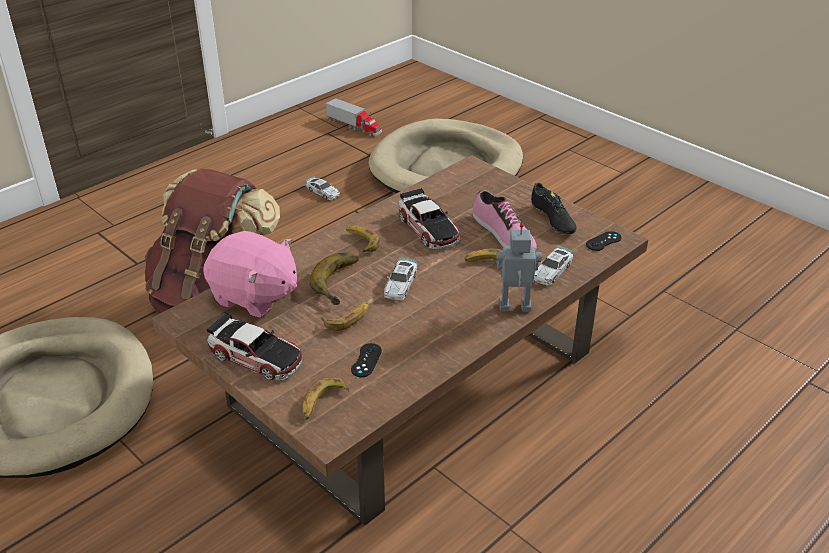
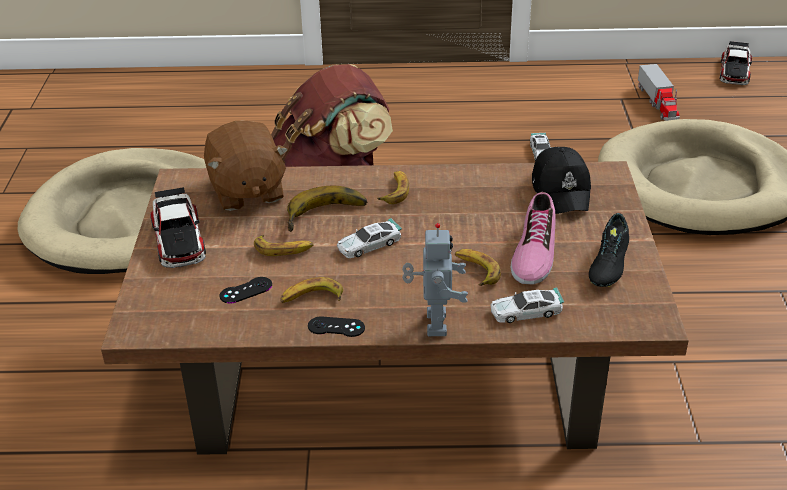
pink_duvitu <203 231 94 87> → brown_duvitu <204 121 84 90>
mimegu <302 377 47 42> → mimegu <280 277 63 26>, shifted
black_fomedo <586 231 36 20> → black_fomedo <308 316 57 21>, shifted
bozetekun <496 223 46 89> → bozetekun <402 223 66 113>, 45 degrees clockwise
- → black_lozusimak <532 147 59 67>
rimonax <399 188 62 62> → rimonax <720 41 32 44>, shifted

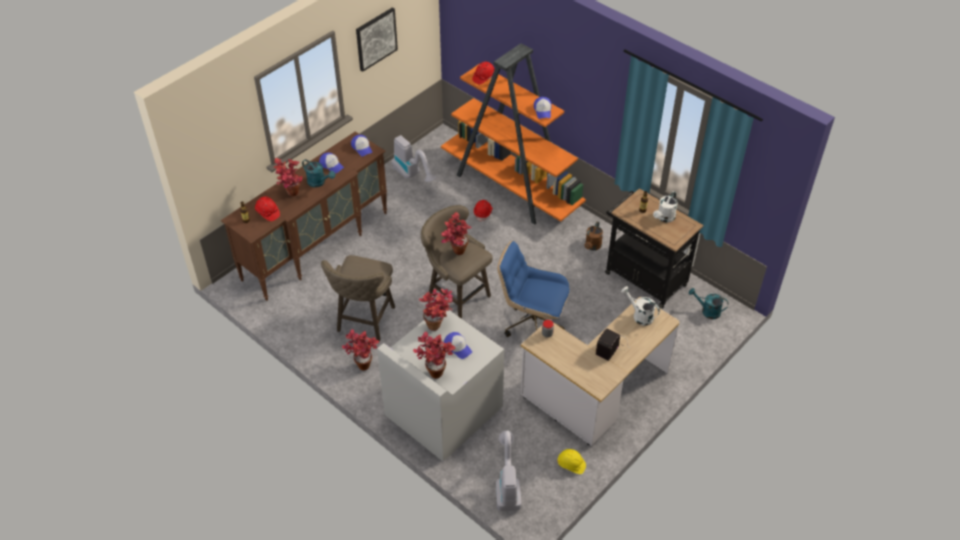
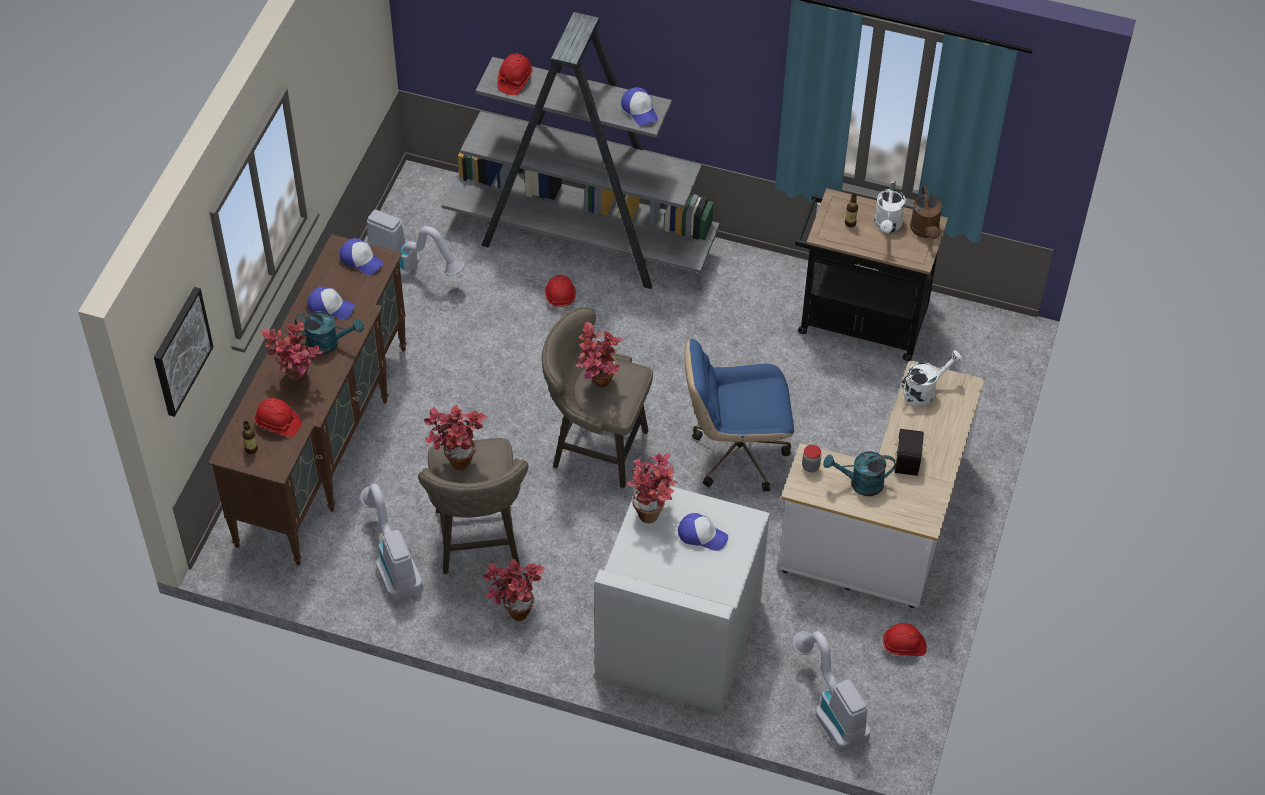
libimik <356 8 42 64> → libimik <154 287 59 130>, shifted
- → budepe <360 483 63 118>
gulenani <413 332 43 47> → gulenani <424 405 63 66>, shifted
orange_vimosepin <441 43 145 181> → grey_vimosepin <442 12 278 277>
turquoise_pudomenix <689 288 40 31> → turquoise_pudomenix <823 451 73 45>, shifted
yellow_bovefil <557 449 29 25> → red_bovefil <881 623 46 33>
white_pudomenix <621 286 39 40> → white_pudomenix <901 350 62 56>, 135 degrees clockwise
brown_pudomenix <585 222 18 28> → brown_pudomenix <910 186 32 53>, shifted

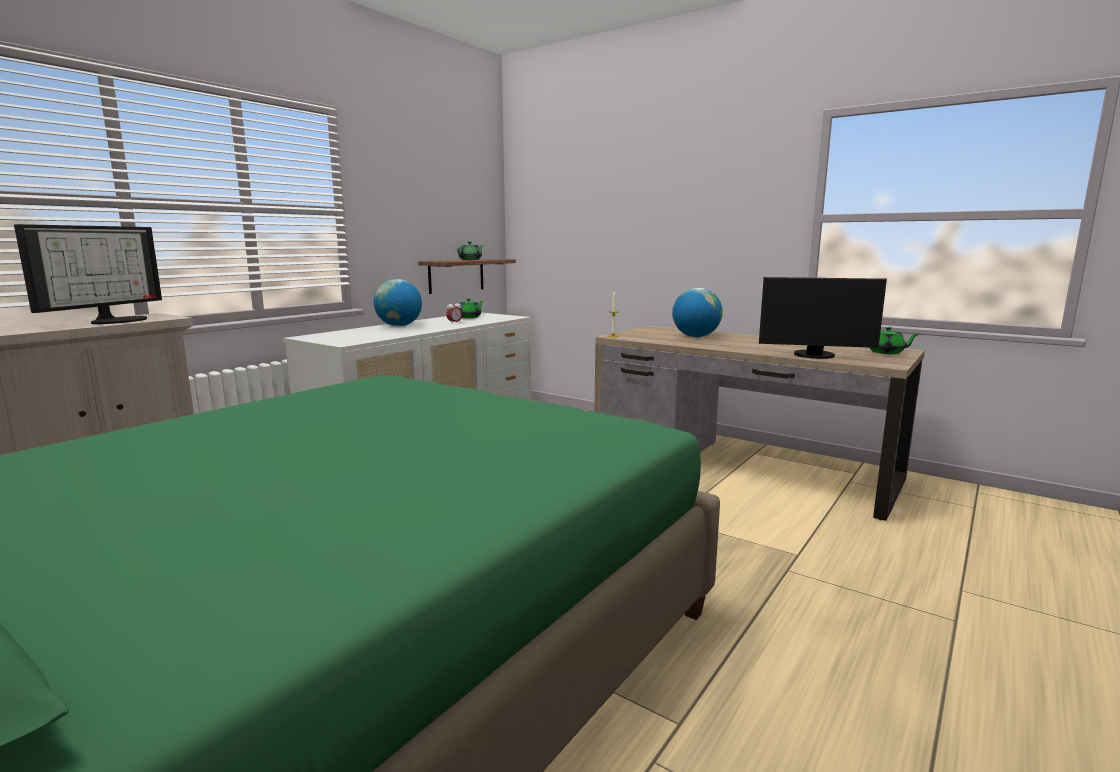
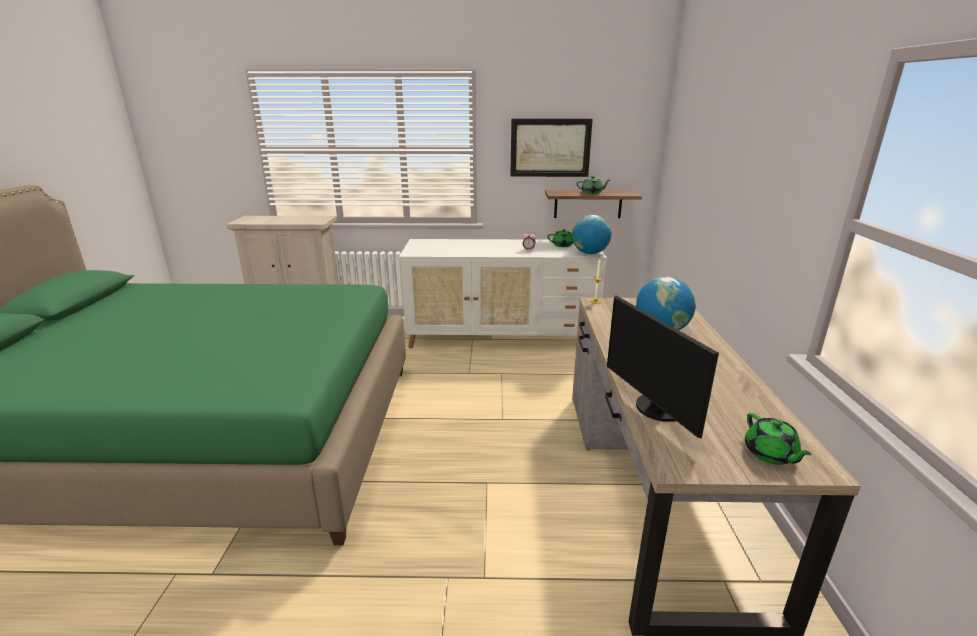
- → libimik <510 119 83 58>
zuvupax <374 279 48 47> → zuvupax <572 215 39 39>, shifted
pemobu <14 224 148 100> → -

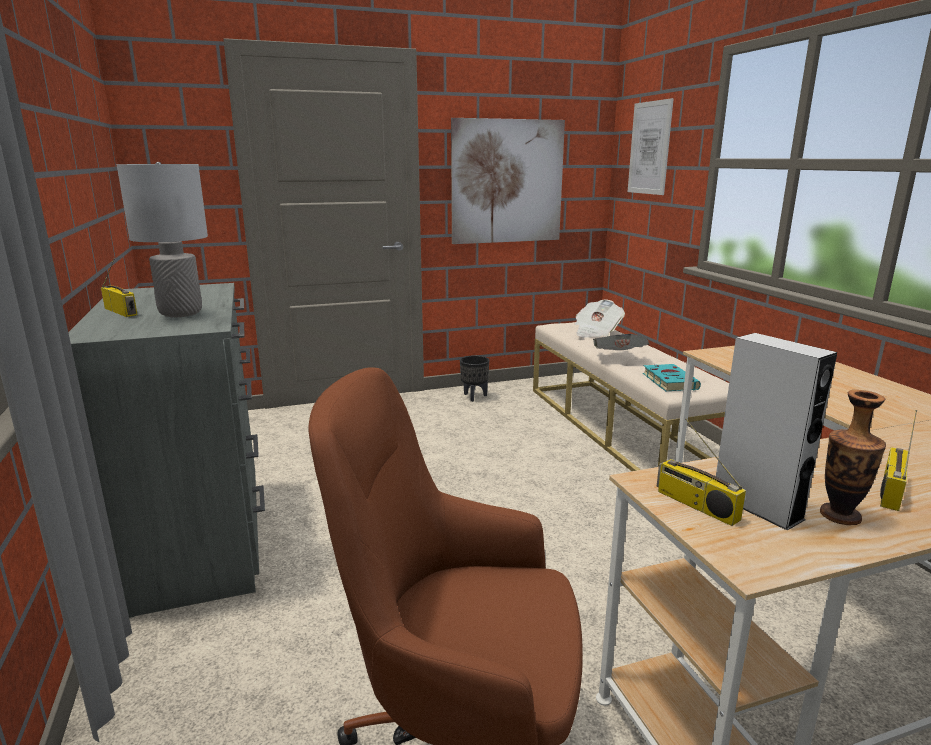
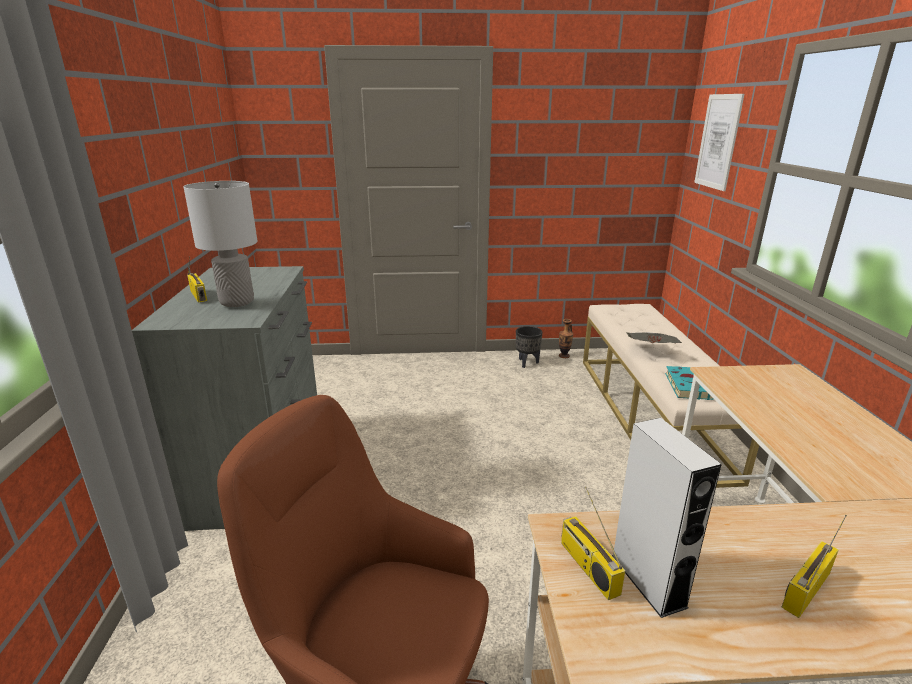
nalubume <820 390 66 135> → nalubume <559 319 14 39>, shifted
libimik <451 118 114 126> → -
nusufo <575 299 50 39> → -

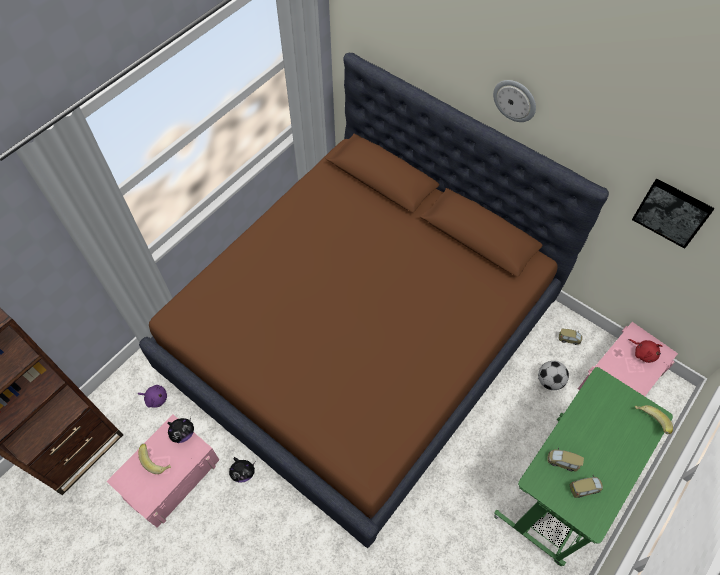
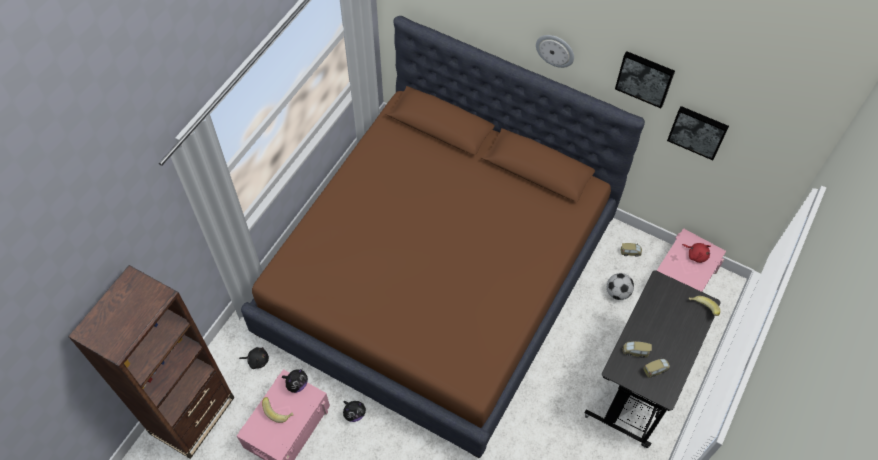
purple_duvitu <138 385 29 23> → black_duvitu <239 347 30 22>
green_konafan <494 367 179 199> → black_konafan <585 270 135 178>
- → libimik <615 51 60 57>

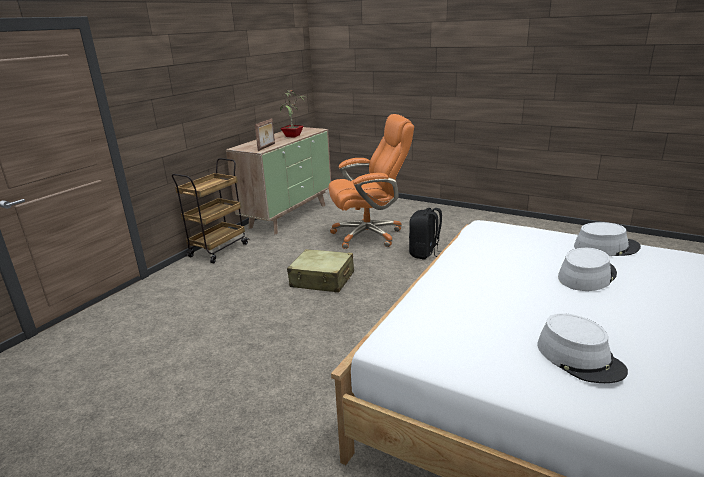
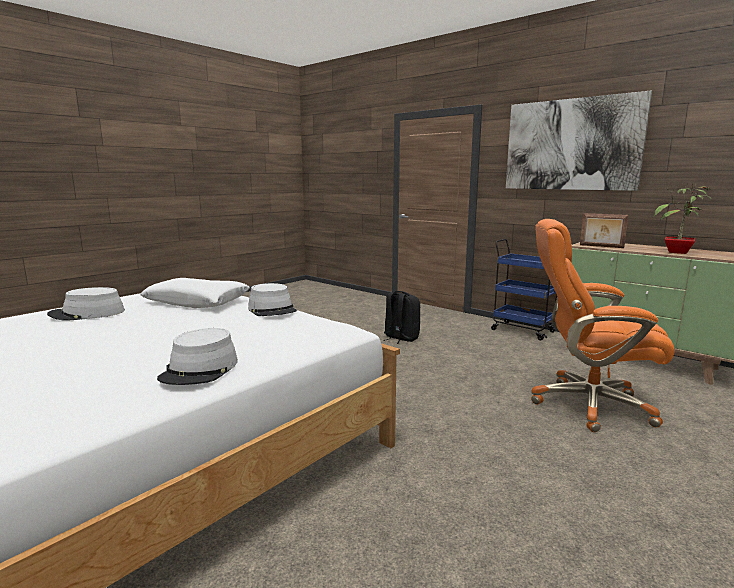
- → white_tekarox <140 278 110 30>
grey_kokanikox <558 248 59 43> → grey_kokanikox <248 283 49 33>, shifted
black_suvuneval <409 208 33 52> → black_suvuneval <383 291 38 53>, shifted
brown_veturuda <172 158 78 105> → blue_veturuda <491 239 66 102>
- → libimik <506 91 146 100>
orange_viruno <329 114 85 135> → orange_viruno <531 219 144 213>, 105 degrees clockwise
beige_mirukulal <287 249 67 44> → -

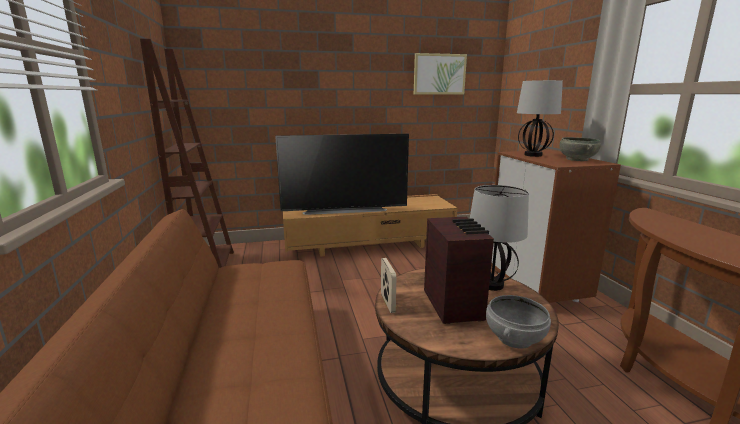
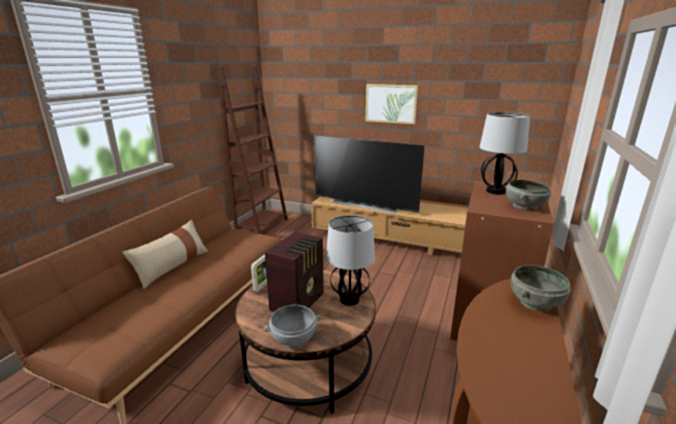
- → beige_tekarox <122 220 86 69>
libimik <414 53 53 42> → libimik <365 84 53 40>, shifted
- → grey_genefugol <511 265 60 47>

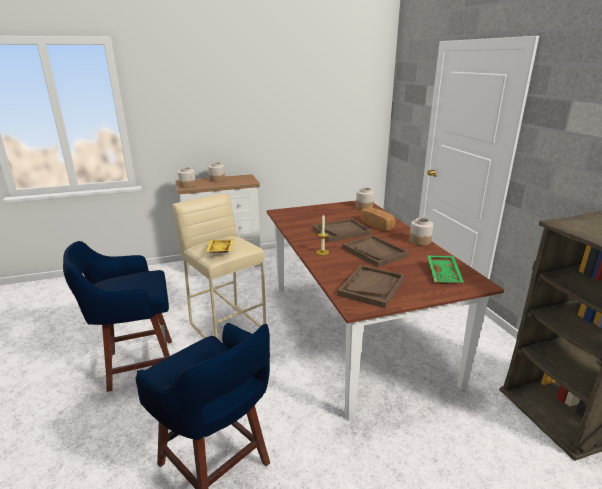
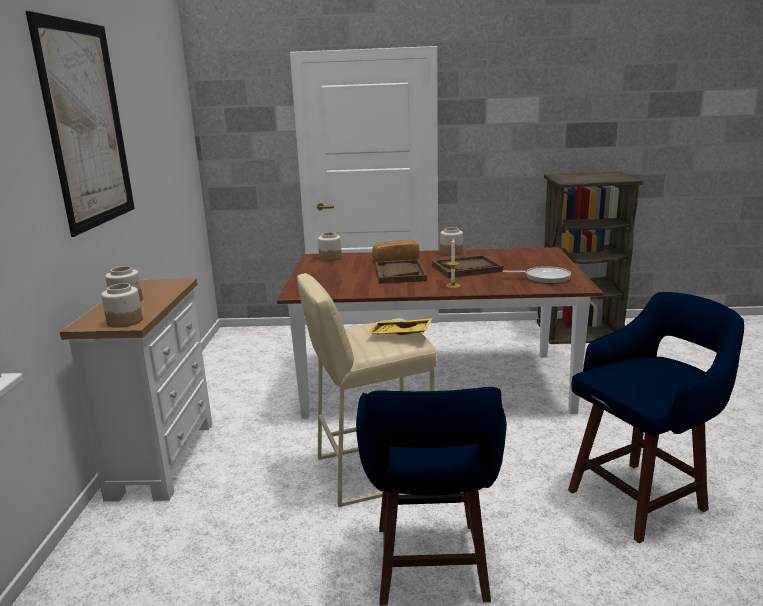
- → libimik <25 11 110 226>
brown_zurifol <337 265 67 43> → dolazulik <502 266 69 18>
green_zurifol <427 255 37 29> → -

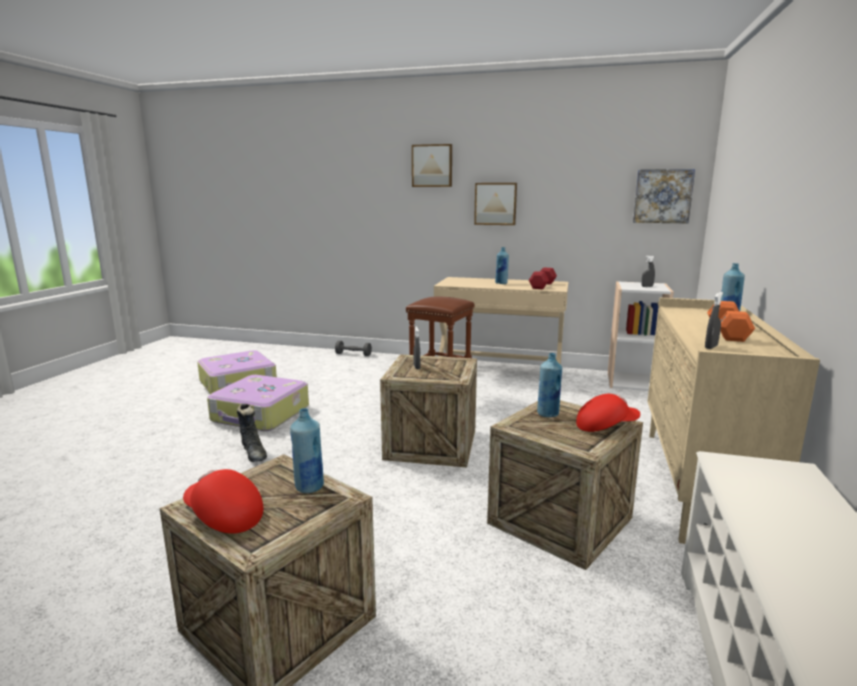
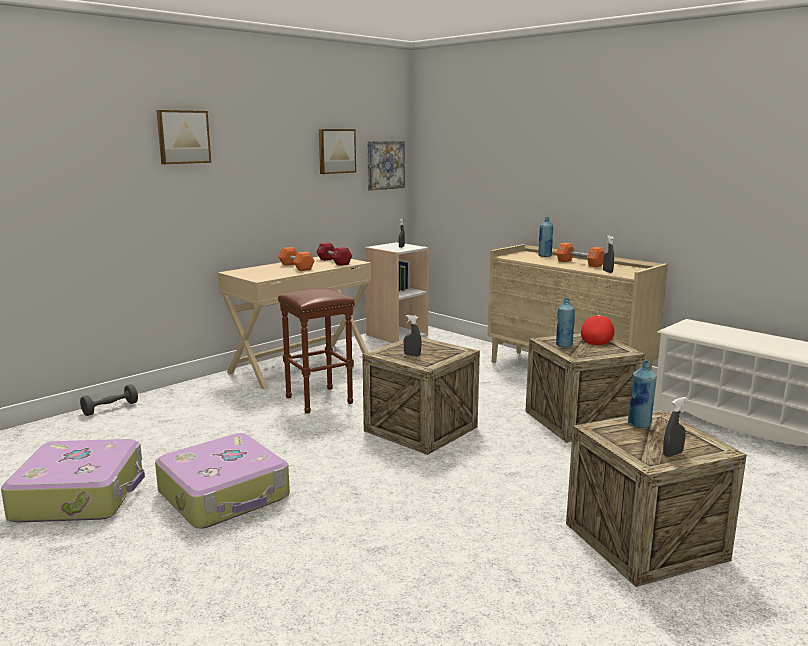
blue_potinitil <495 247 14 37> → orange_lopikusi <278 247 37 24>
libimik <474 183 43 42> → libimik <319 129 37 45>, shifted
red_lozusimak <183 469 80 65> → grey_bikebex <663 397 24 60>
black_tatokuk <237 404 30 58> → -

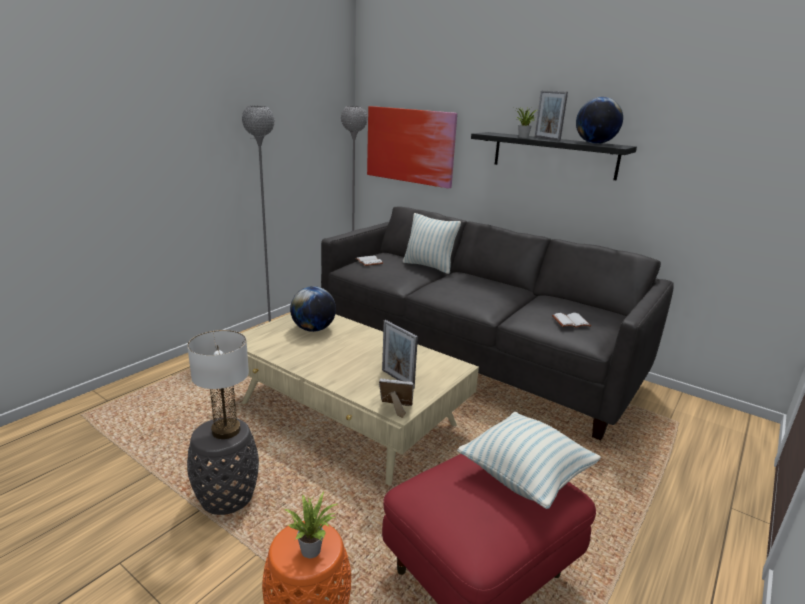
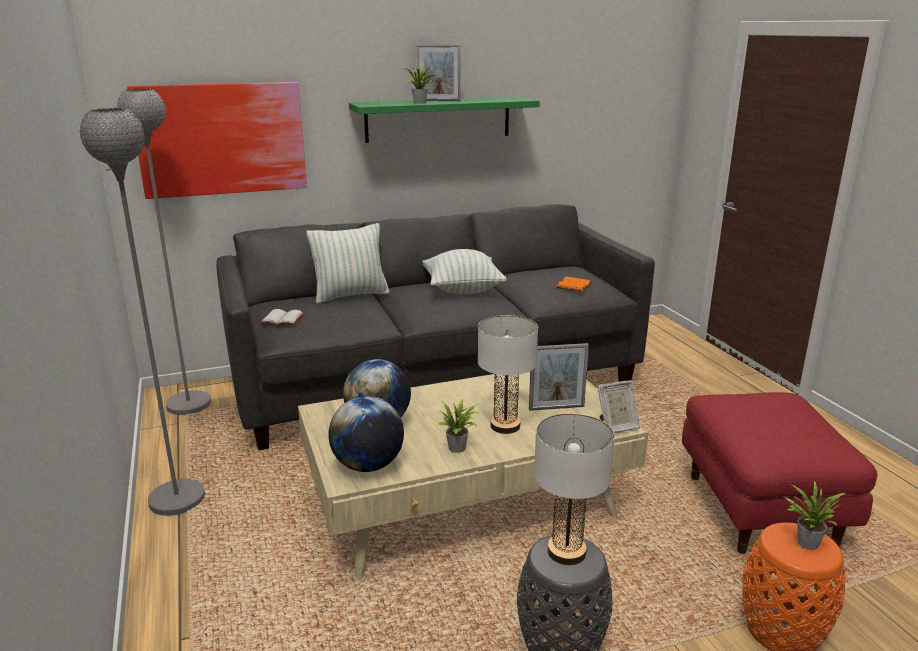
zuvupax <576 97 47 47> → zuvupax <329 396 75 76>, shifted
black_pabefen <471 132 166 48> → green_pabefen <349 97 191 46>
tekarox <457 412 144 97> → tekarox <422 249 85 45>, shifted
- → gulenani <438 399 41 54>
- → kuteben <478 315 60 119>
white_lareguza <552 313 39 15> → orange_lareguza <556 277 36 15>
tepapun <379 378 35 40> → tepapun <597 380 43 53>, 150 degrees counterclockwise

